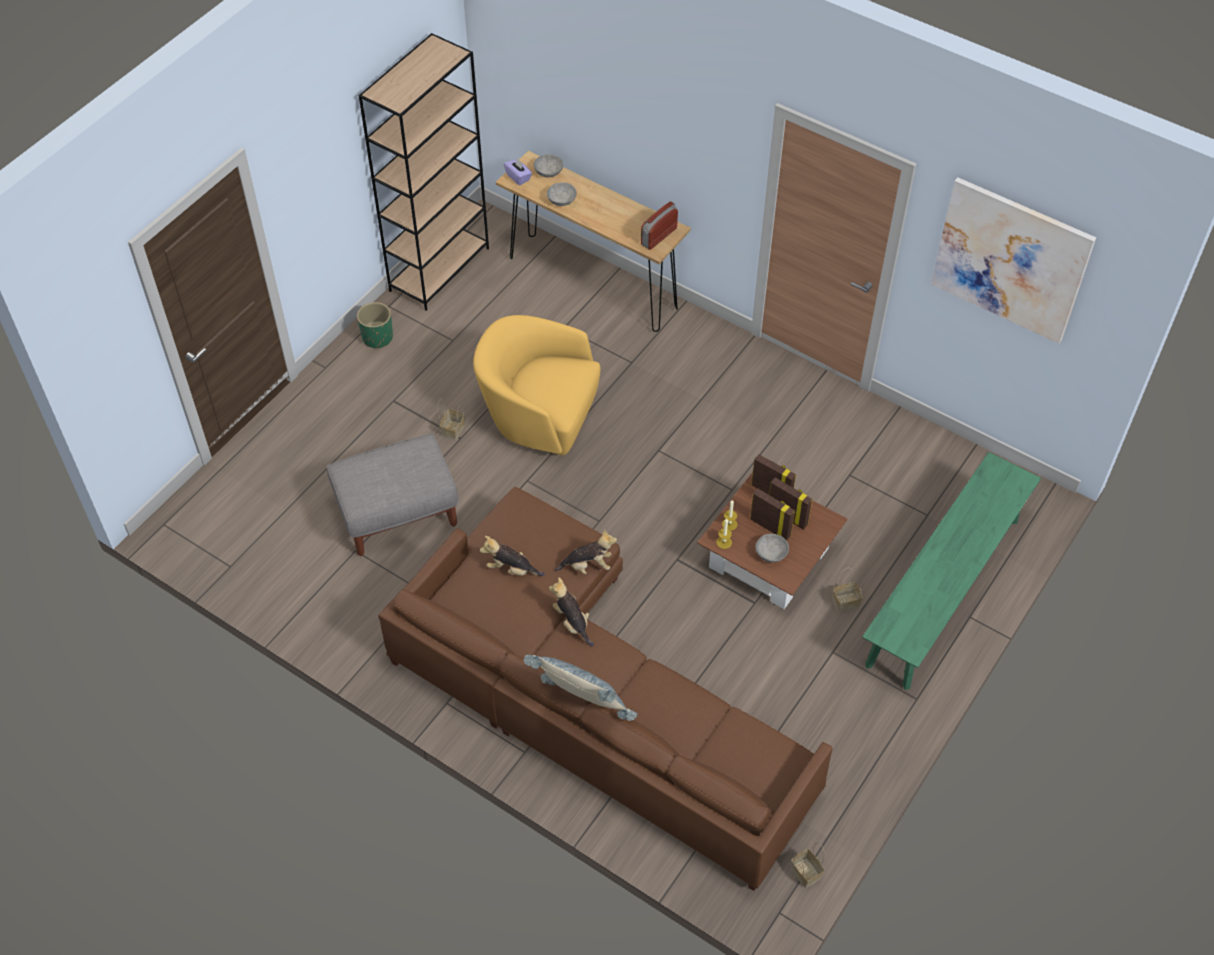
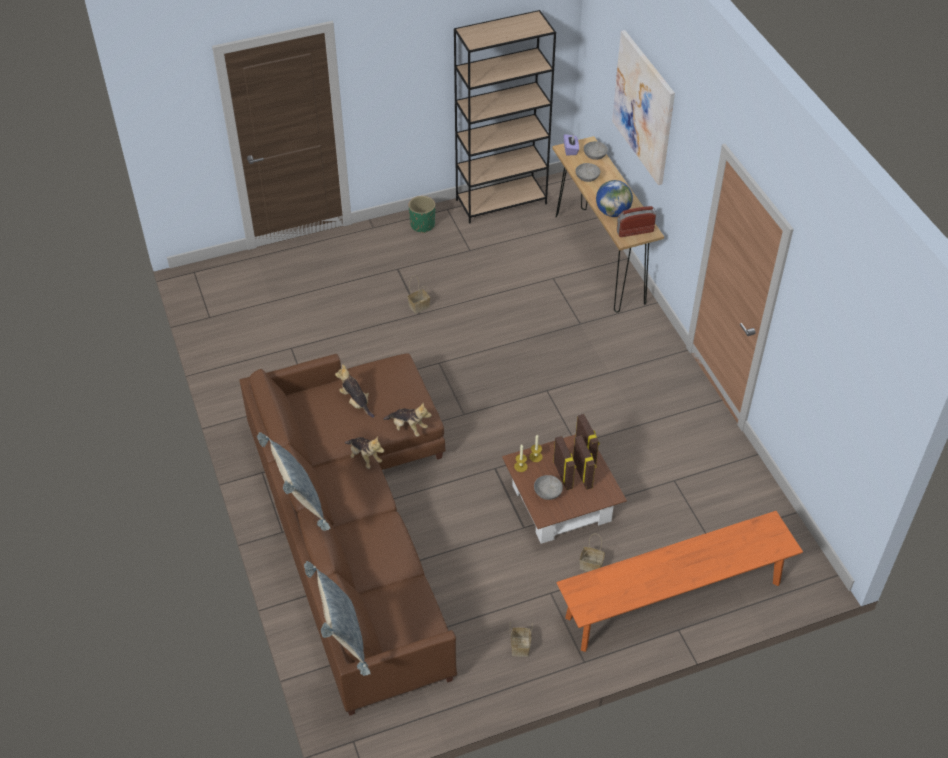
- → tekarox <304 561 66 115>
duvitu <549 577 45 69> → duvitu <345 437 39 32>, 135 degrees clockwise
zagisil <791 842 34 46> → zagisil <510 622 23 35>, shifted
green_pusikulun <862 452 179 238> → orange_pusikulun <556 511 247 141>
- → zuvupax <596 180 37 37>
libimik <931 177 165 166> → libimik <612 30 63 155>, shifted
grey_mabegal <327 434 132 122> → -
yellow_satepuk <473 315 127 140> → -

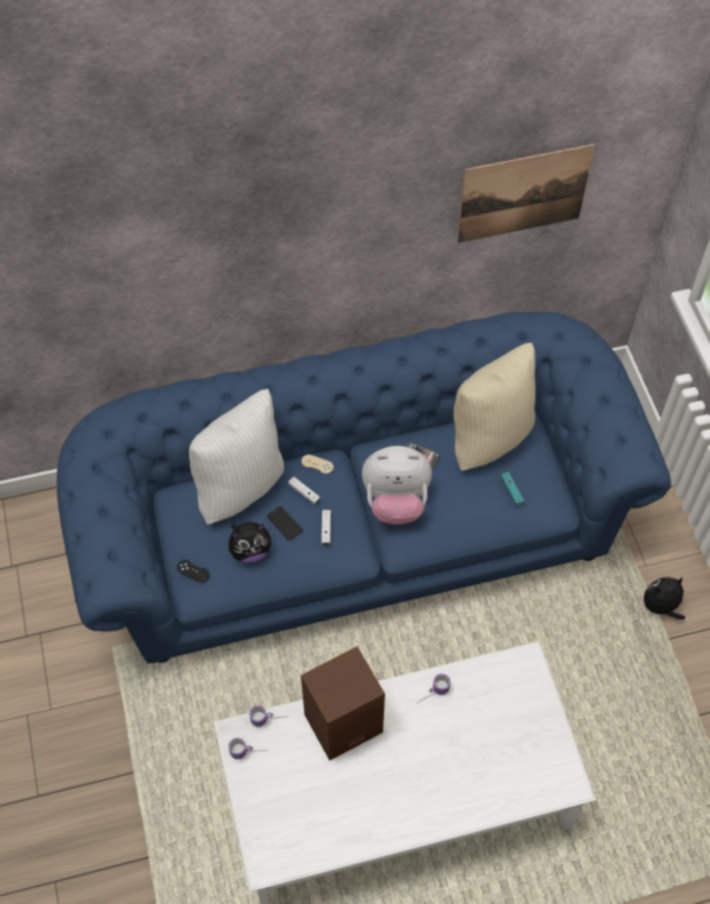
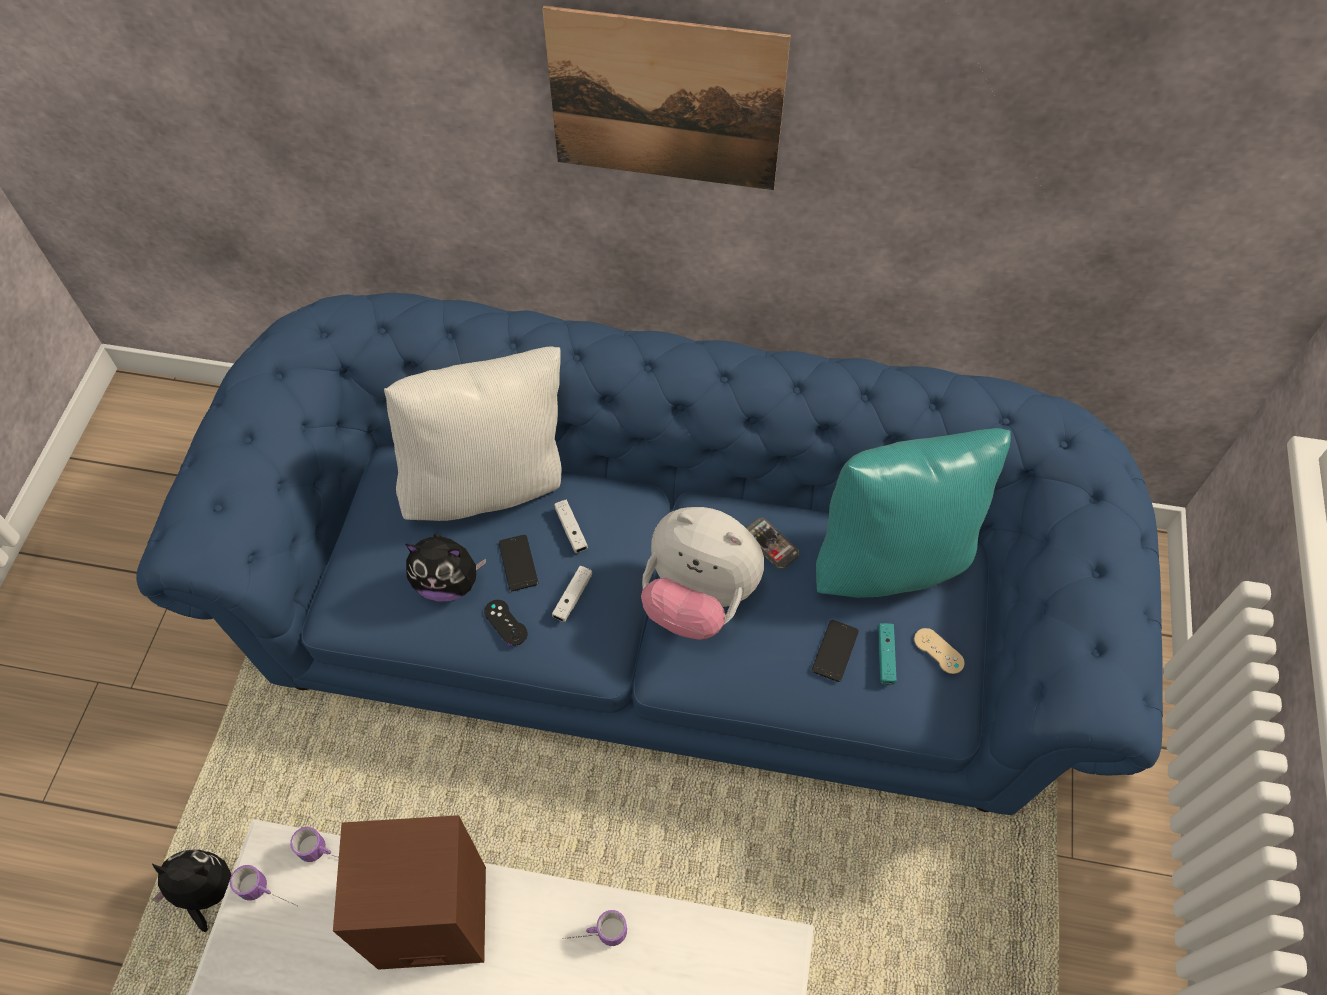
duvitu <644 576 41 43> → duvitu <152 849 79 83>, shifted
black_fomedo <177 560 32 22> → black_fomedo <484 600 44 46>, shifted
libimik <457 144 138 99> → libimik <542 6 249 184>, shifted
- → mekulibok <812 620 47 62>
beige_tekarox <454 343 81 128> → turquoise_tekarox <816 428 195 170>
beige_fomedo <302 455 31 19> → beige_fomedo <914 628 51 46>, shifted

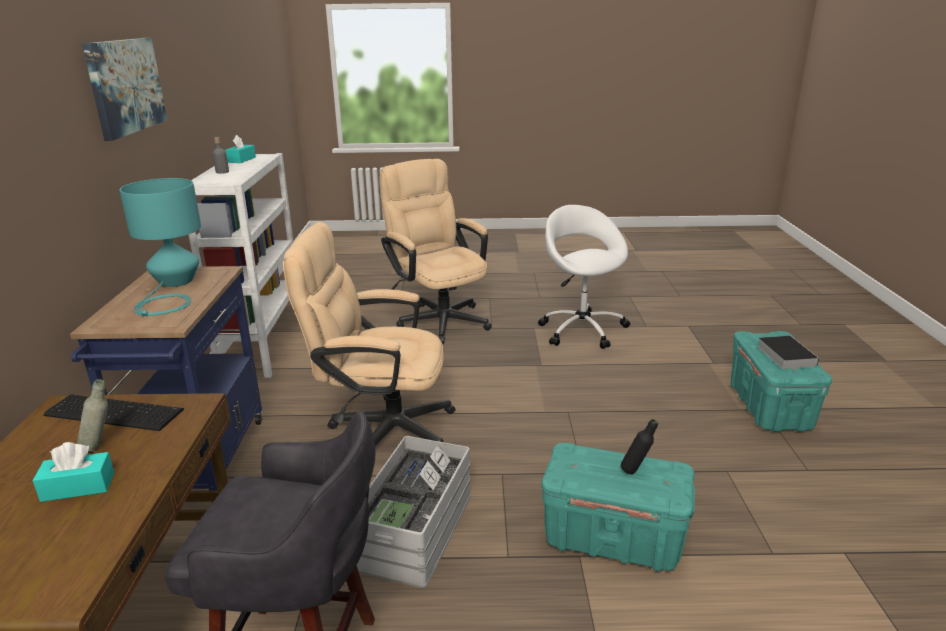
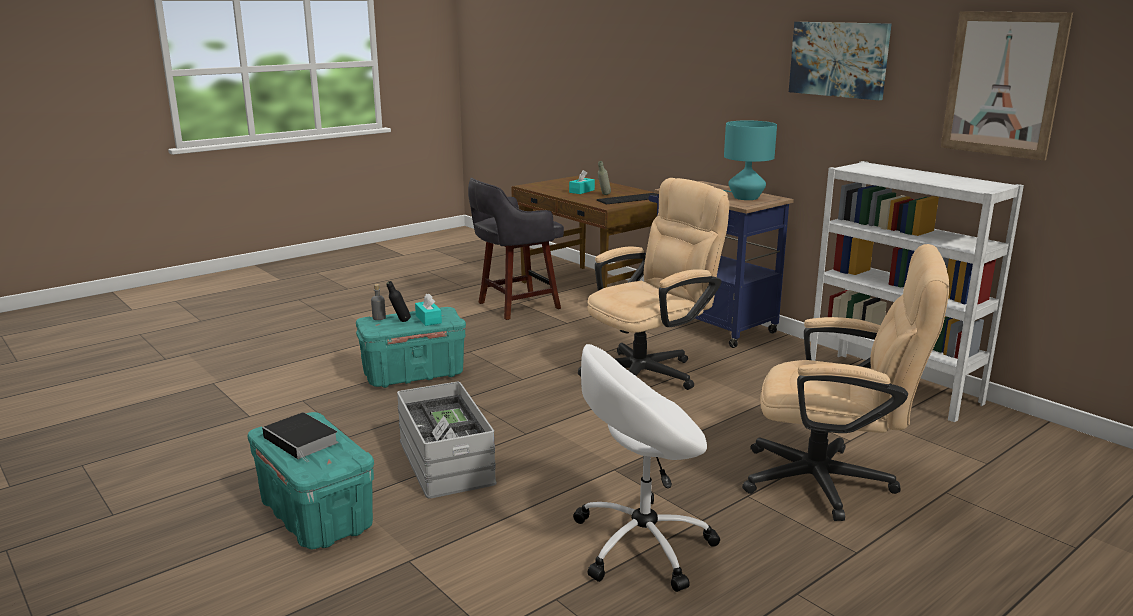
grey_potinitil <213 137 16 37> → grey_potinitil <371 284 15 36>, shifted
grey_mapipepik <357 436 114 152> → grey_mapipepik <397 382 100 117>, shifted
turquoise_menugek <225 135 31 28> → turquoise_menugek <415 293 27 33>, shifted
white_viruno <538 205 92 144> → white_viruno <573 344 147 248>, 150 degrees clockwise
- → libimik <941 11 132 150>

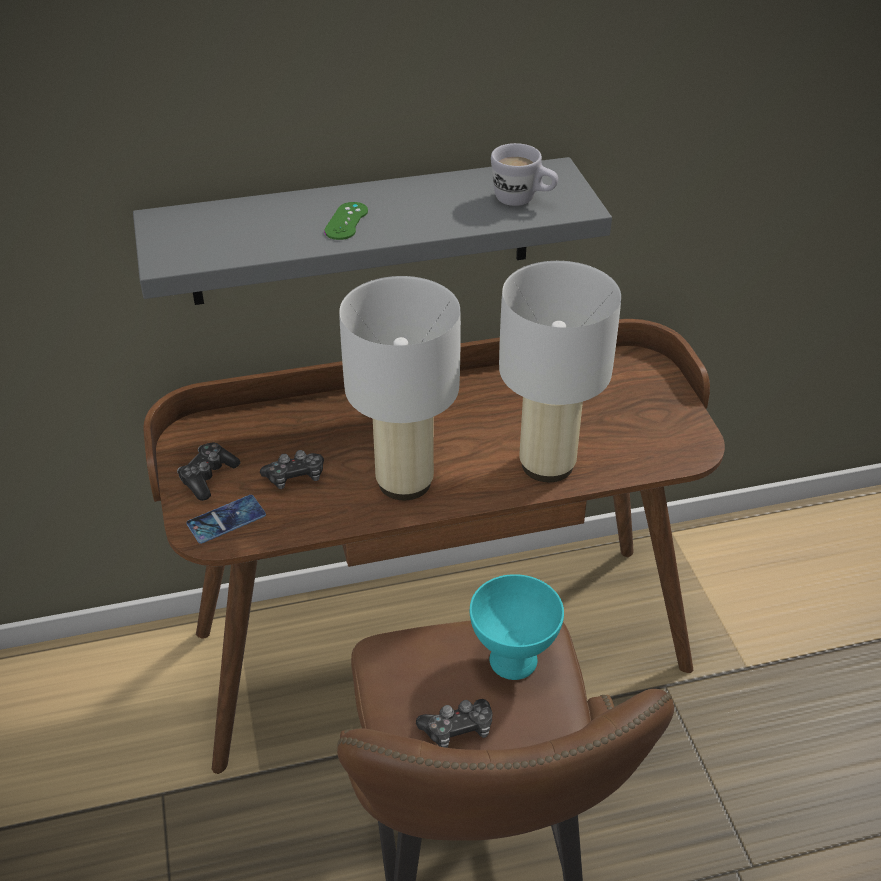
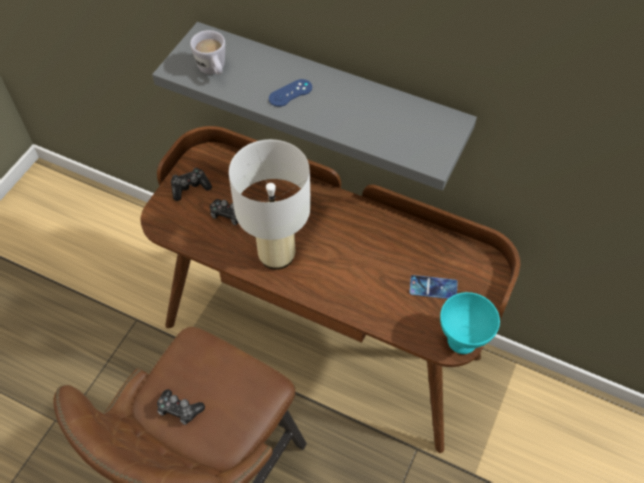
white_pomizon <491 143 67 63> → white_pomizon <190 30 35 45>, shifted
green_fomedo <324 202 44 38> → blue_fomedo <269 79 43 28>
mekulibok <186 495 80 49> → mekulibok <409 275 49 24>, shifted
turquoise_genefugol <470 574 94 106> → turquoise_genefugol <440 292 60 62>, shifted
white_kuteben <499 261 122 221> → -

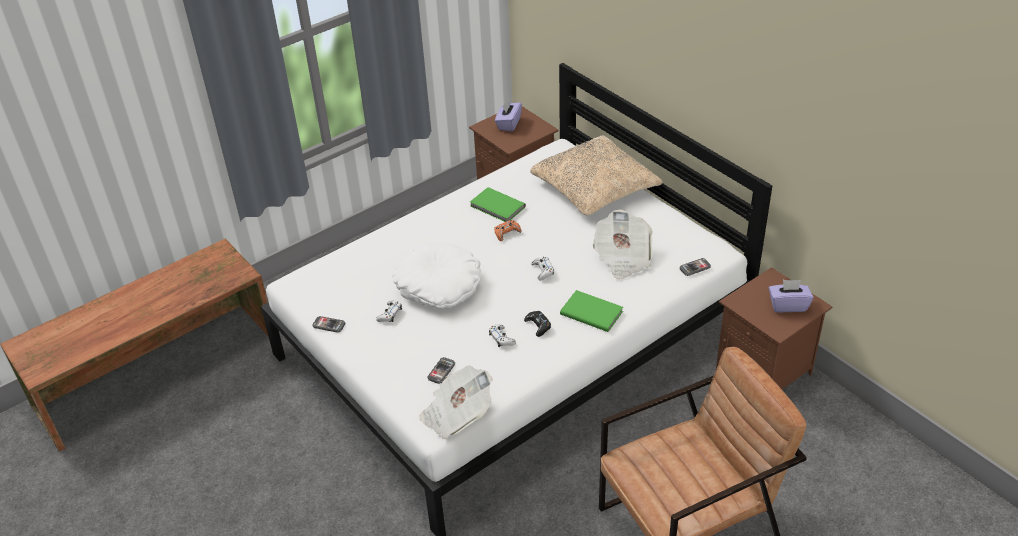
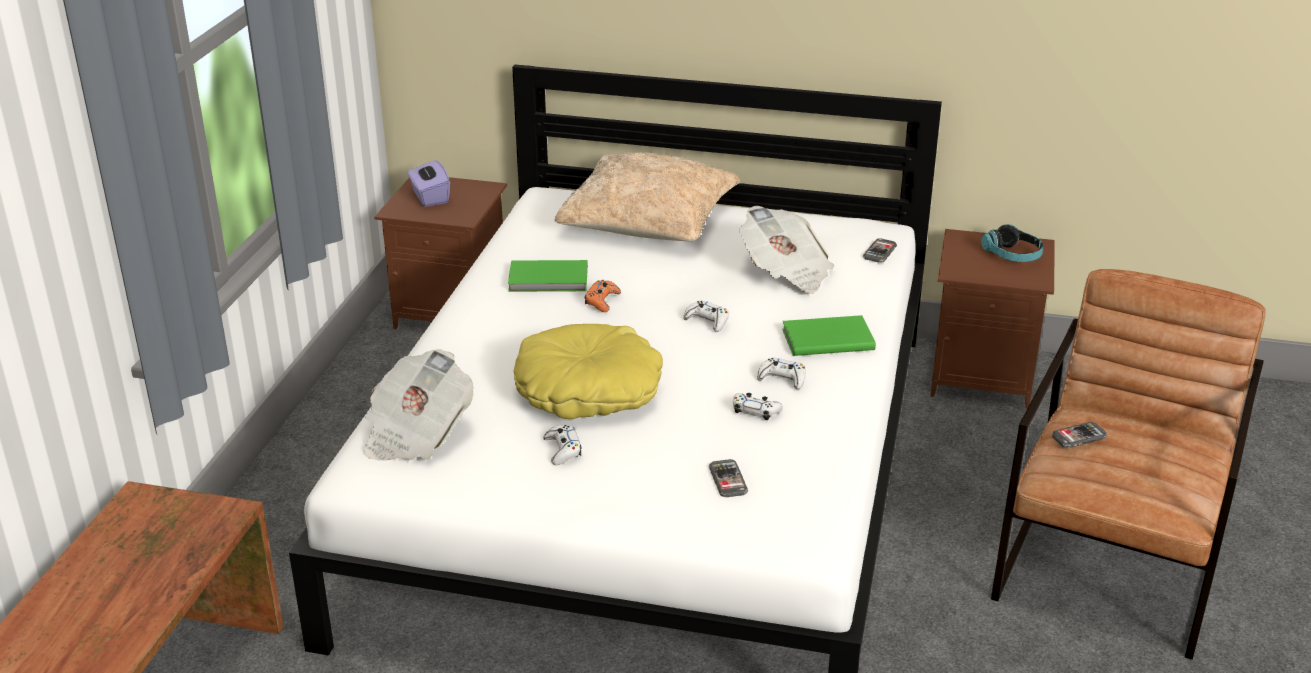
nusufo <420 365 73 74> → nusufo <363 349 111 112>, shifted
white_tekarox <392 243 89 66> → yellow_tekarox <514 324 149 95>
black_fomedo <524 311 27 26> → white_fomedo <757 358 49 32>
purple_menugek <769 280 45 32> → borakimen <981 224 63 38>
mekulibok <312 316 33 17> → mekulibok <1052 422 55 26>, shifted

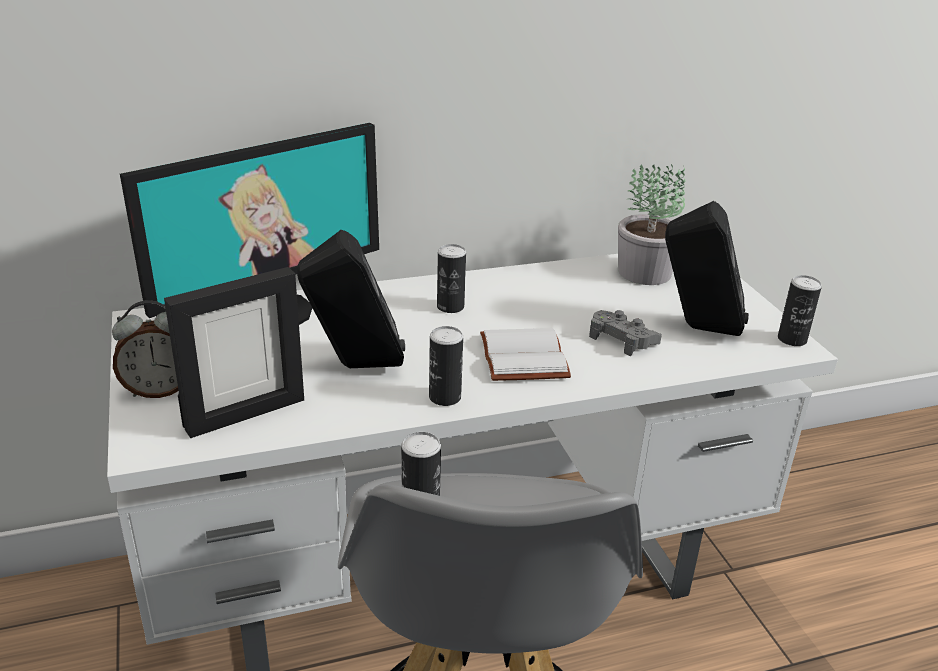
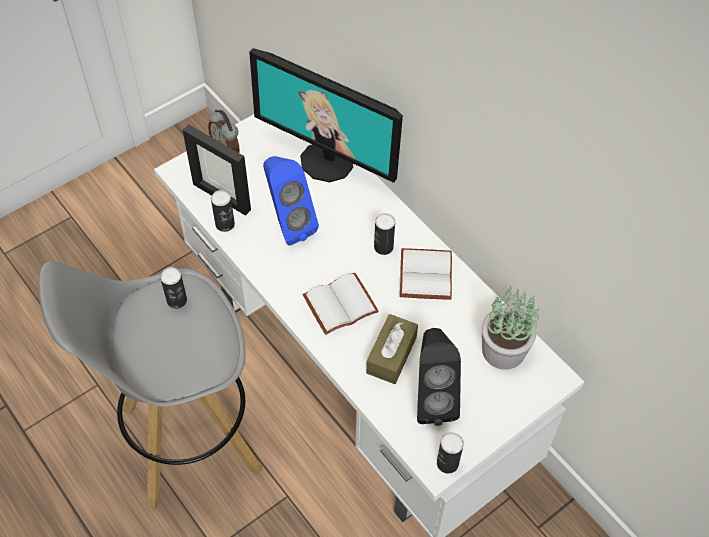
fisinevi <429 326 34 80> → fisinevi <211 190 24 42>, shifted
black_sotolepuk <297 230 108 138> → blue_sotolepuk <263 156 56 90>
grey_fomedo <589 310 73 46> → brown_menugek <366 314 52 70>
- → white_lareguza <400 248 52 52>

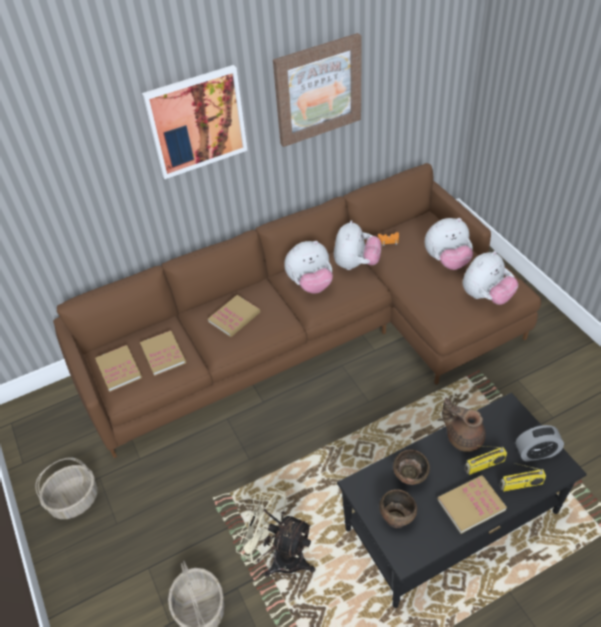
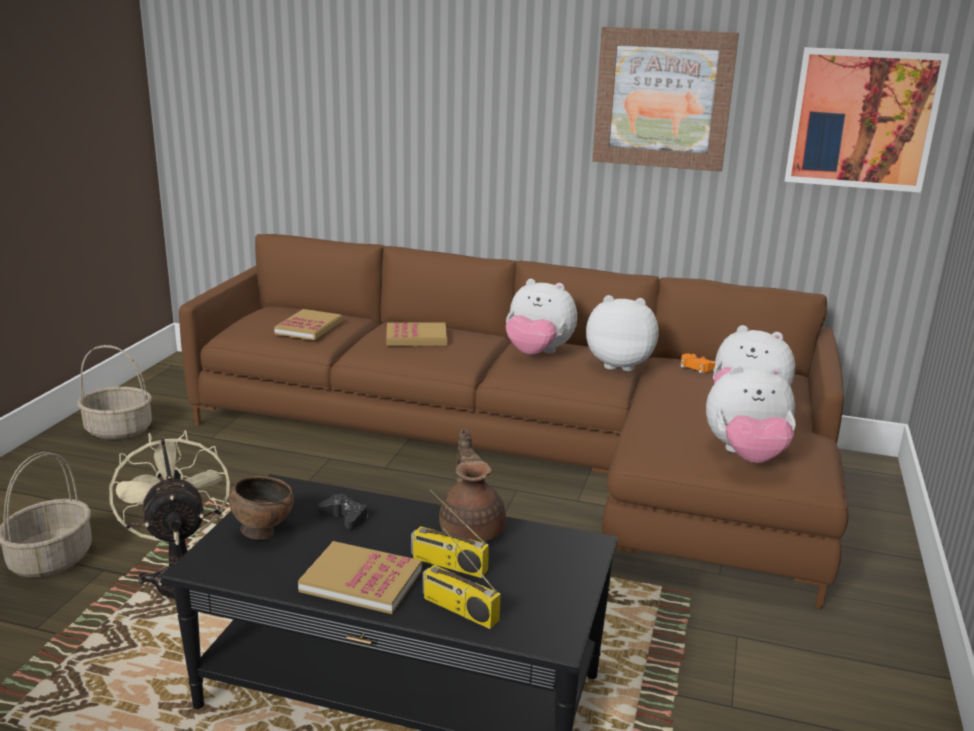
brown_genefugol <393 449 37 36> → black_fomedo <318 494 50 35>
duvitu <334 220 47 50> → duvitu <586 295 73 76>, 135 degrees counterclockwise
libimik <142 65 106 114> → libimik <785 47 164 146>, shifted
lareguza <95 345 47 47> → -
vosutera <516 425 48 37> → -

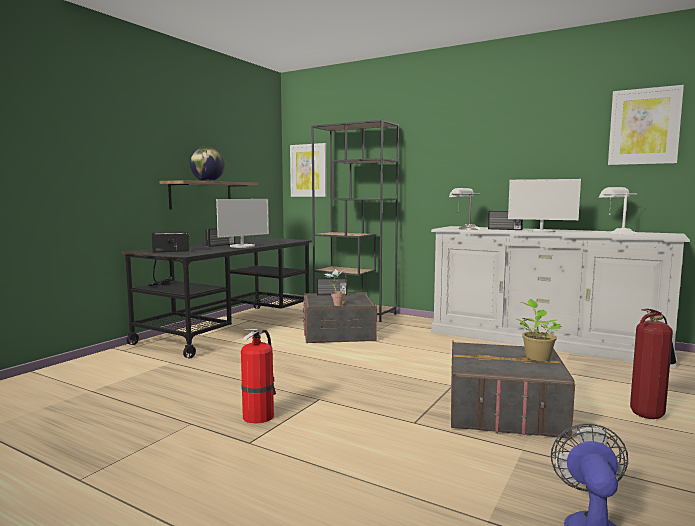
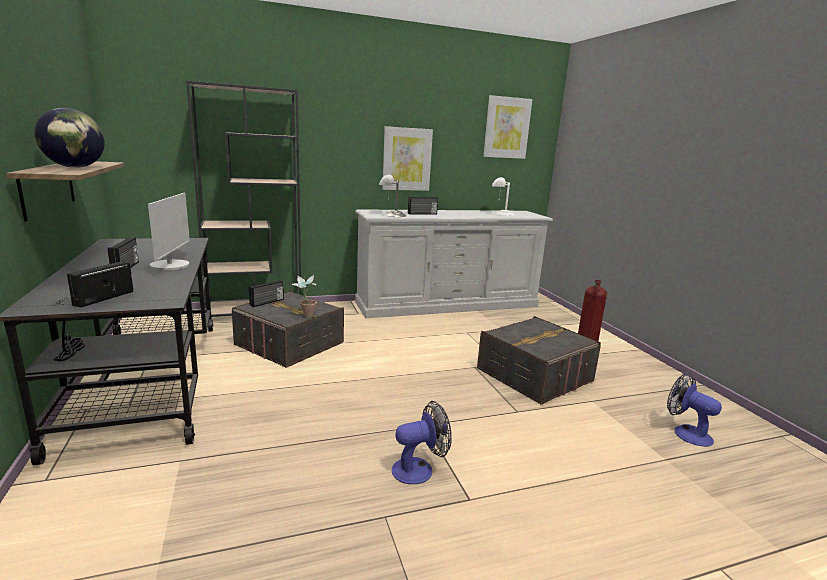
libimik <290 143 37 54> → libimik <382 126 51 65>, shifted
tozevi <241 329 35 95> → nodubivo <392 401 60 83>
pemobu <508 179 73 53> → -
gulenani <517 299 45 62> → -

